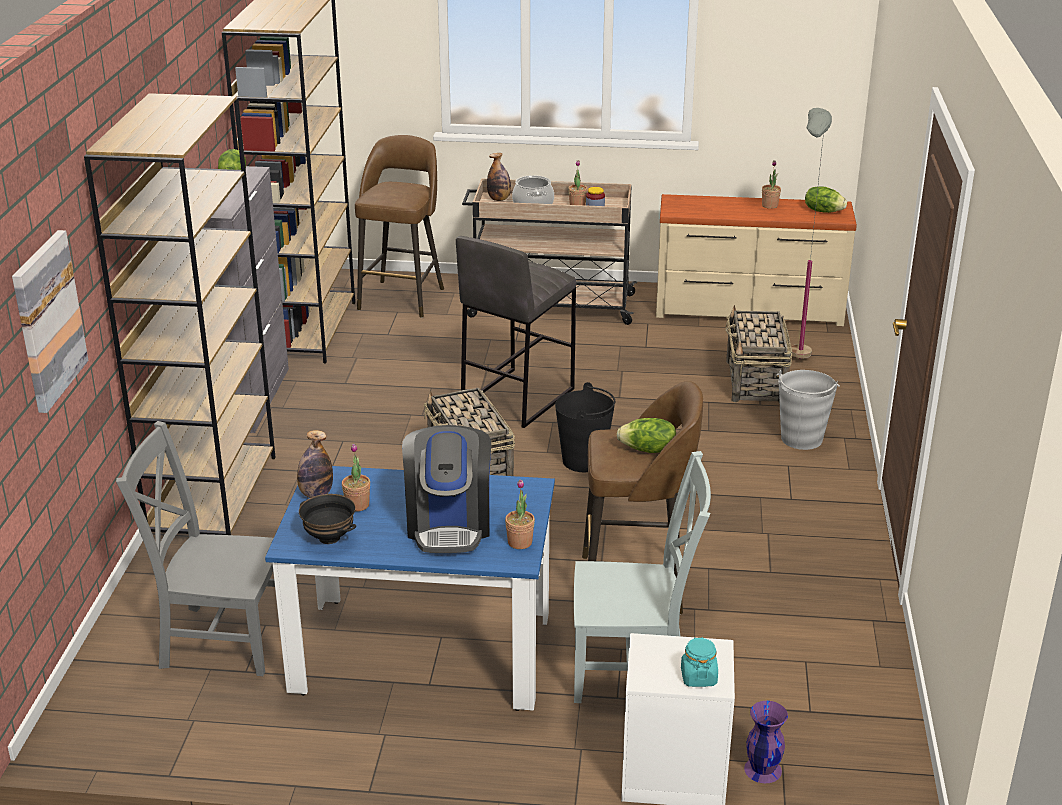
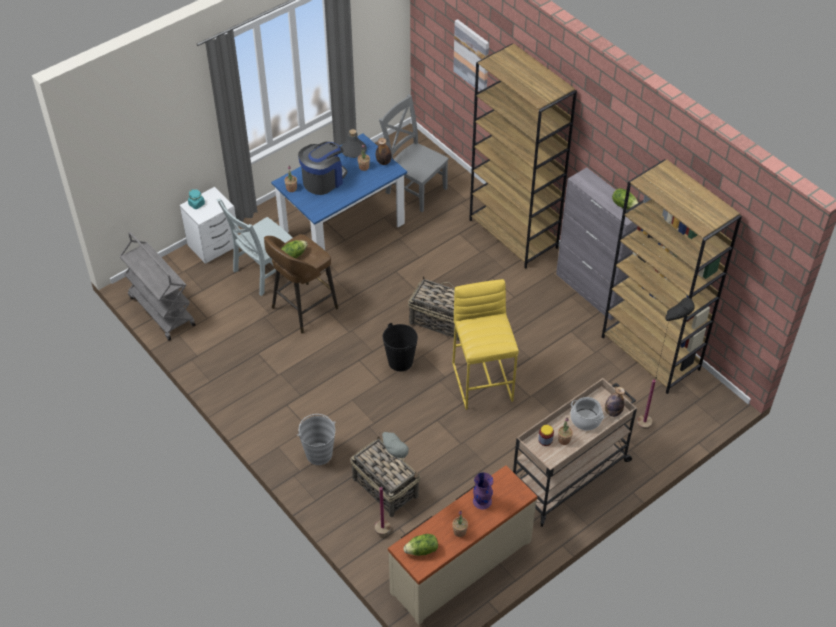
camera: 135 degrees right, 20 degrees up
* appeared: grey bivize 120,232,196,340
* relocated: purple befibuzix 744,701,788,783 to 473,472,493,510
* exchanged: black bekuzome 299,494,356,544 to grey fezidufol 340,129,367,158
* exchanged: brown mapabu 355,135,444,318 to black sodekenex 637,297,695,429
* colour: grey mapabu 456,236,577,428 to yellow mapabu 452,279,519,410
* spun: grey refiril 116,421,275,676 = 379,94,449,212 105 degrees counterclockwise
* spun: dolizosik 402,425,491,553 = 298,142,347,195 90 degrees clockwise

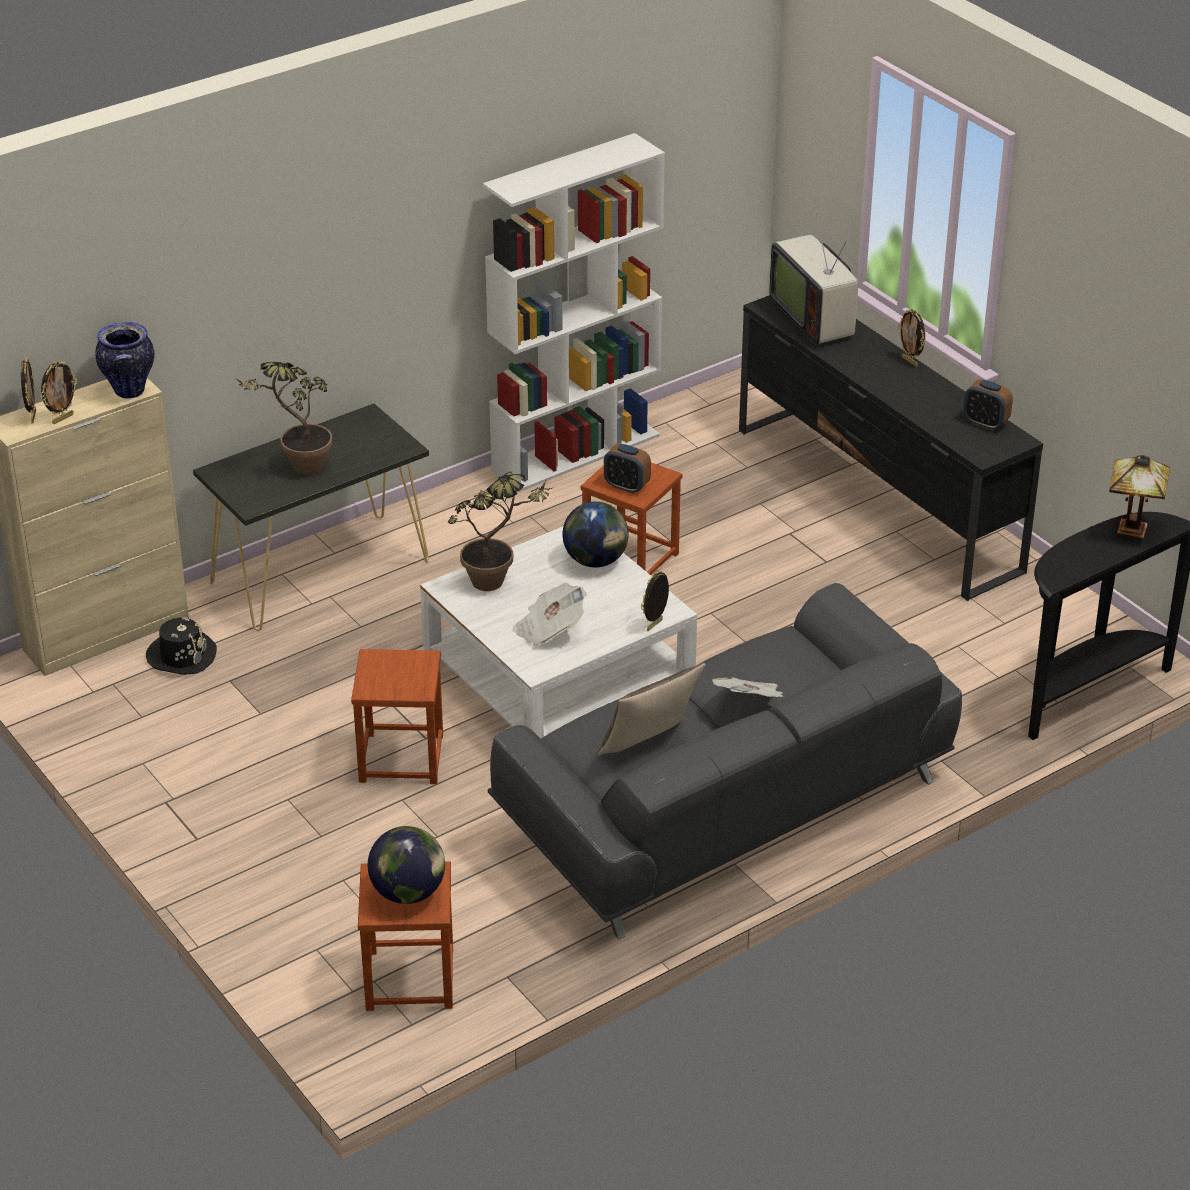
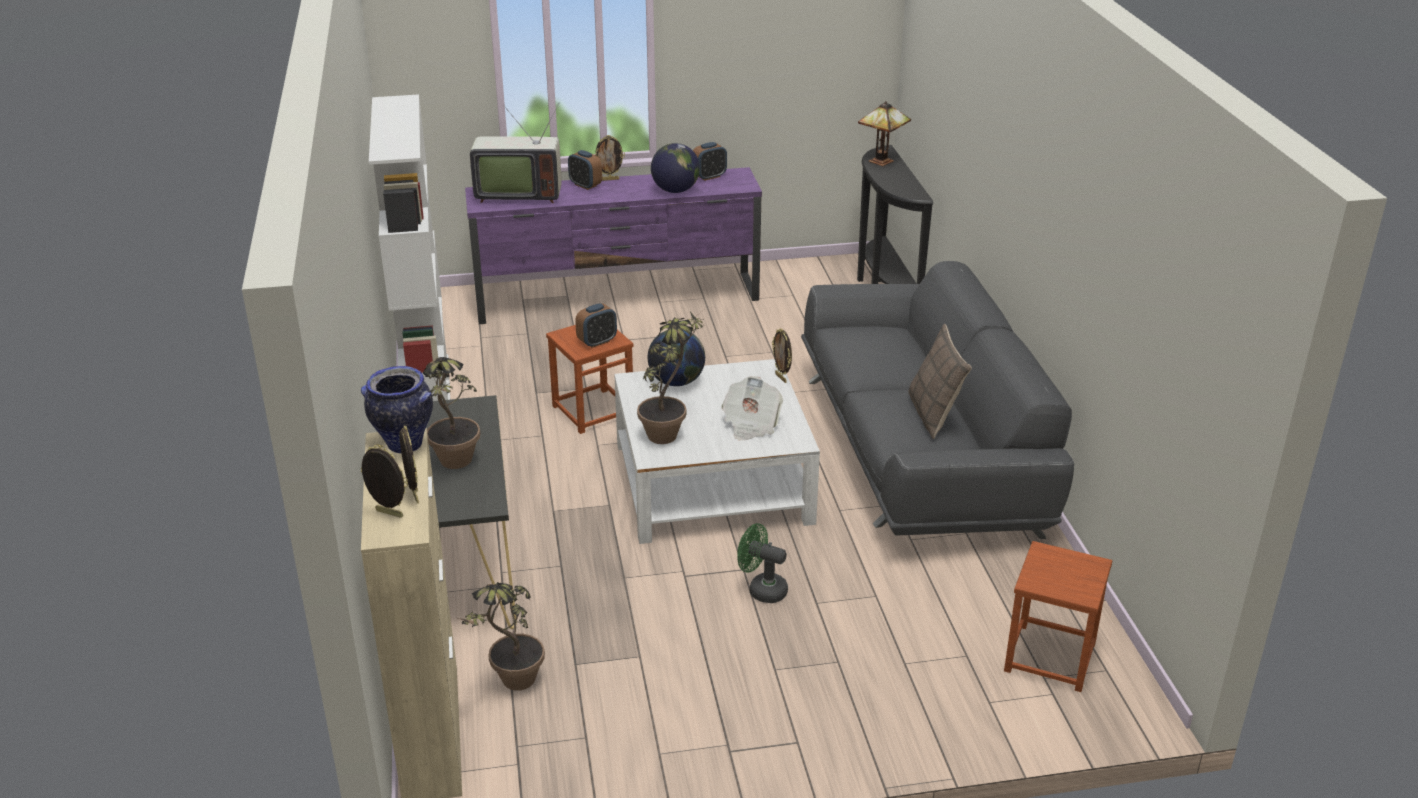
camera: 65 degrees left, 5 degrees down
* missing: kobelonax 712,677,784,697
* appeared: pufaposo 568,150,602,190
* relocated: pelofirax 368,826,445,904 to 651,143,700,193
* exchanged: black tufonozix 146,617,217,675 to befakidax 458,582,545,691
* exchanged: brown mapabu 351,649,443,784 to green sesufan 737,523,788,603
* colour: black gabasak 739,295,1043,601 to purple gabasak 465,167,762,324

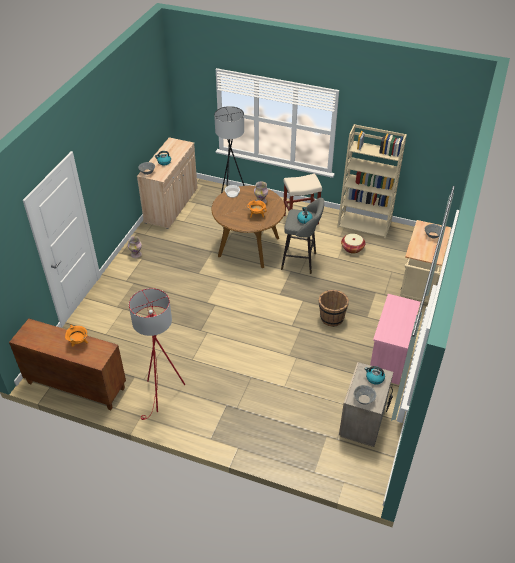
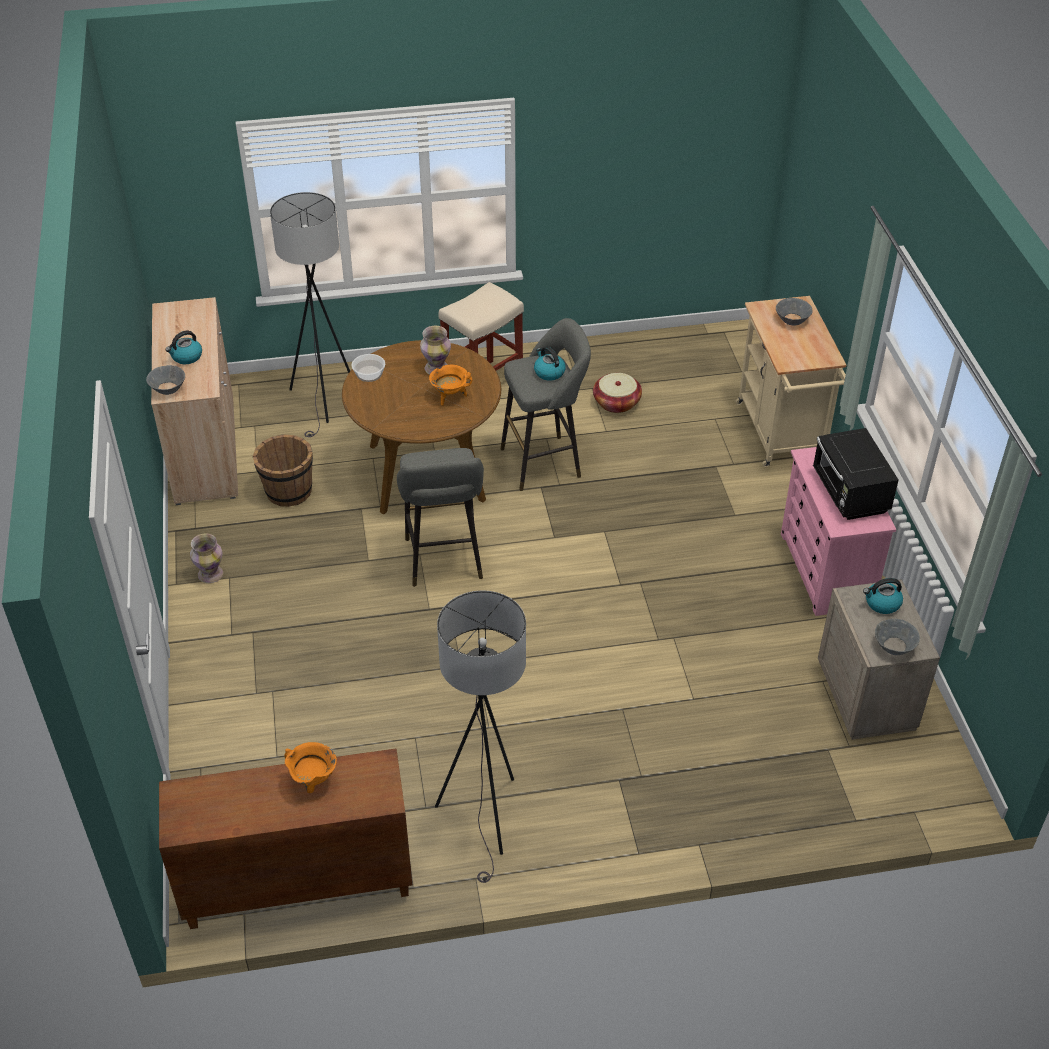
camera: 30 degrees left, 0 degrees up
* missing: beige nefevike 337,124,407,238
* appeared: grey mapabu 397,448,484,587
* appeared: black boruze 813,428,898,520
* relocated: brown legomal 319,290,349,327 to 253,434,313,507
* colour: red sodekenex 129,288,186,420 to grey sodekenex 435,591,526,883

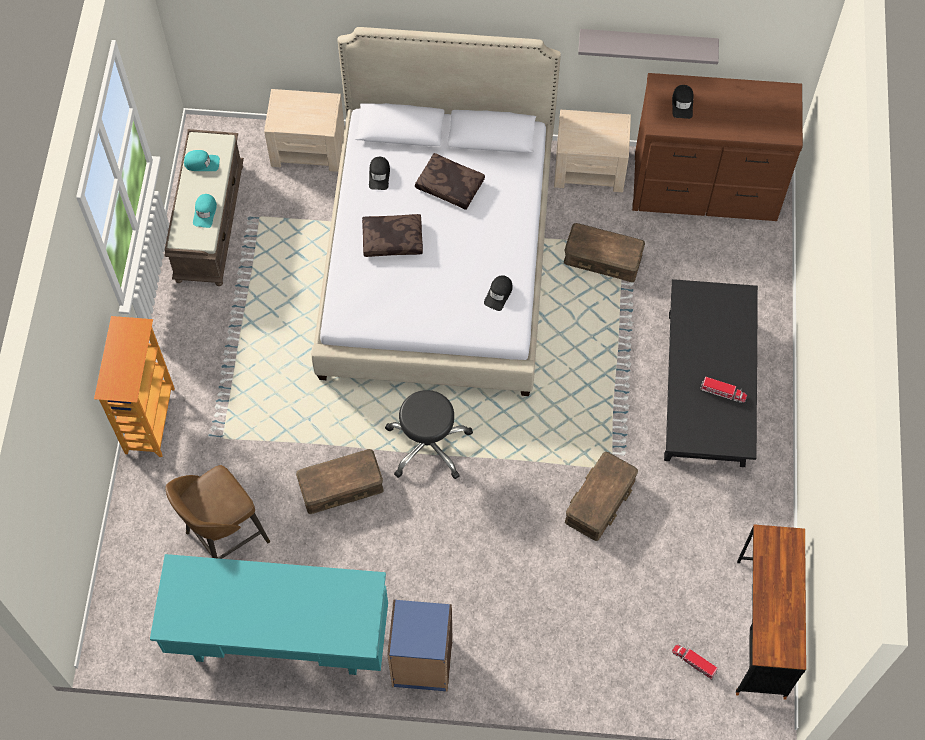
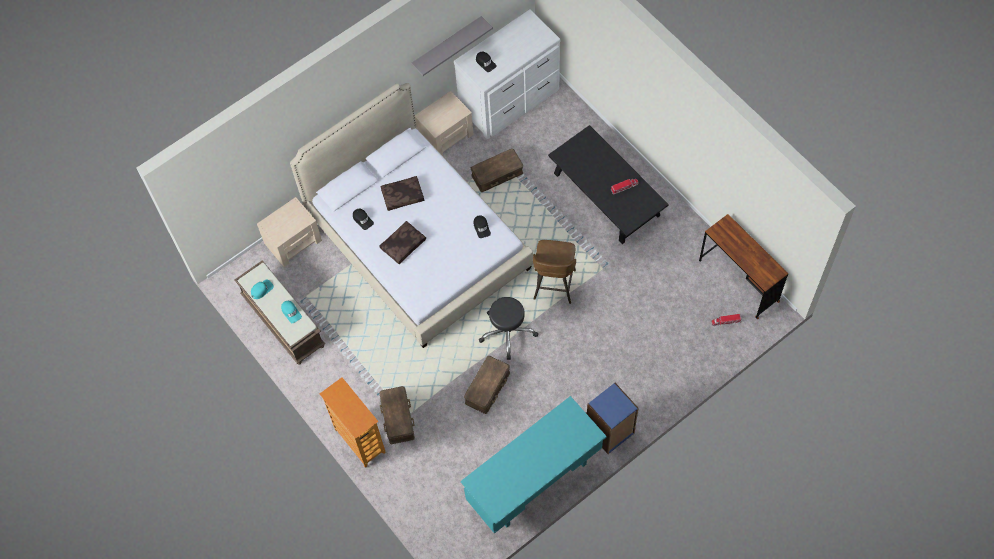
camera: 40 degrees left, 0 degrees up
* relocated: brown mapabu 165,465,270,559 to 533,240,576,304
* relocated: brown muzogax 565,452,638,541 to 380,386,415,444
* colour: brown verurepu 632,73,803,221 to white verurepu 454,9,560,140

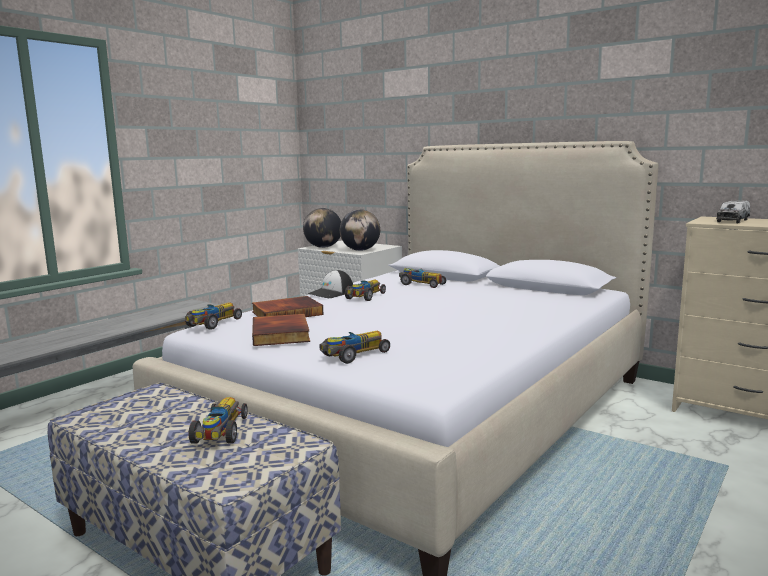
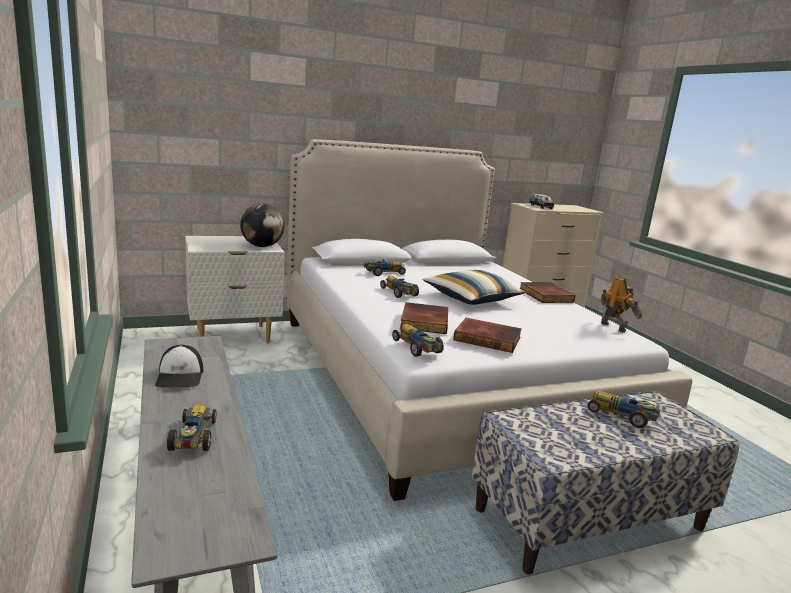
camera: 60 degrees left, 5 degrees up
* missing: pelofirax 303,208,341,248
* appeared: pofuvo 423,270,526,305
* appeared: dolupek 520,282,575,303
* appeared: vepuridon 601,277,642,333
* relocated: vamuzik 308,270,353,298 to 155,345,203,387
* relocated: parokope 319,331,390,364 to 167,403,217,451

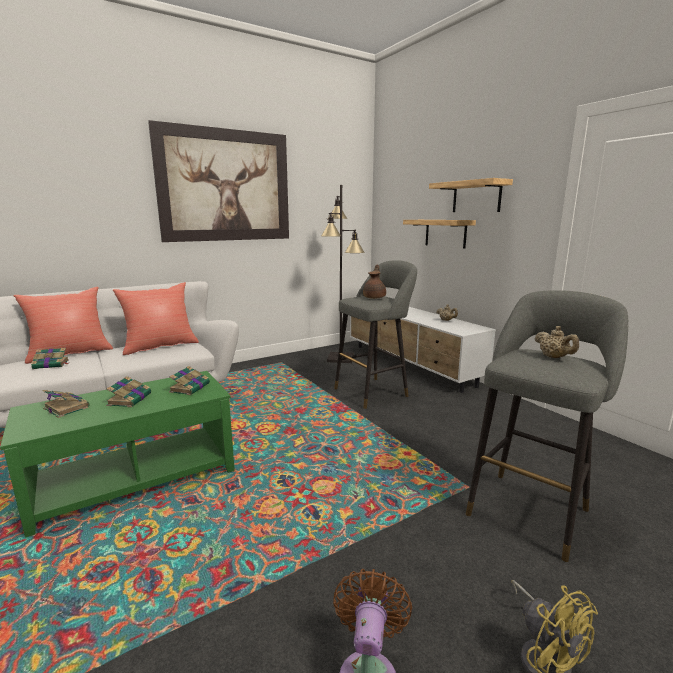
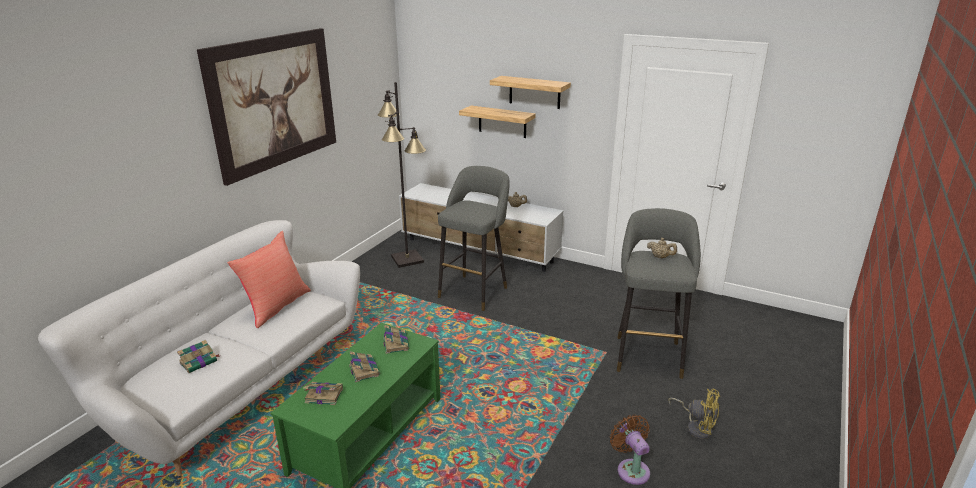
camera: 30 degrees left, 10 degrees up
* missing: red pofuvo 14,287,113,364
* missing: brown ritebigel 363,265,386,299

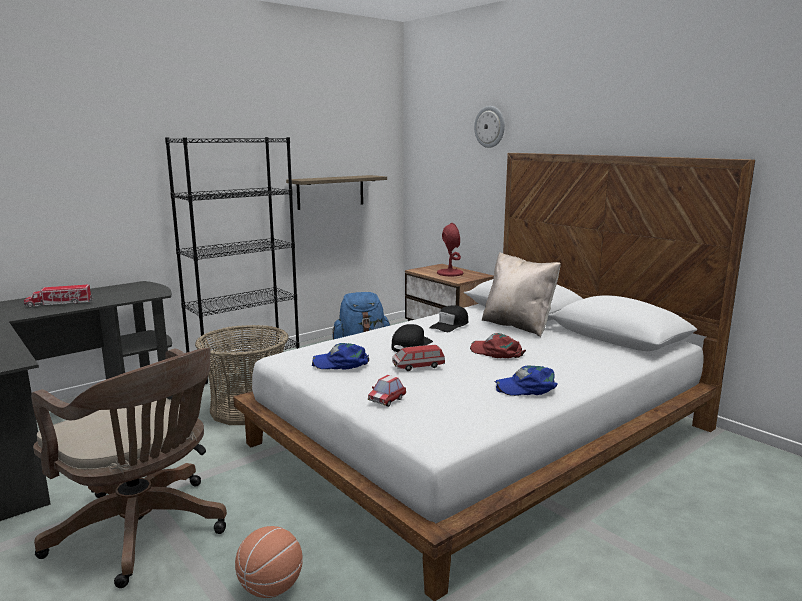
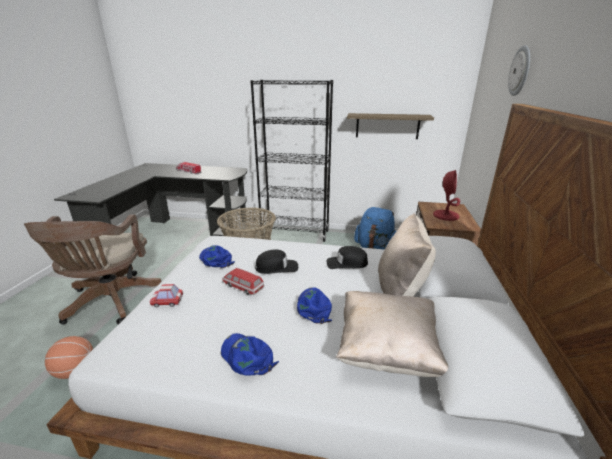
camera: 50 degrees right, 10 degrees up
* appeared: beige pofuvo 336,291,448,377
* colour: red vamuzik 470,333,526,358 to blue vamuzik 297,287,332,324

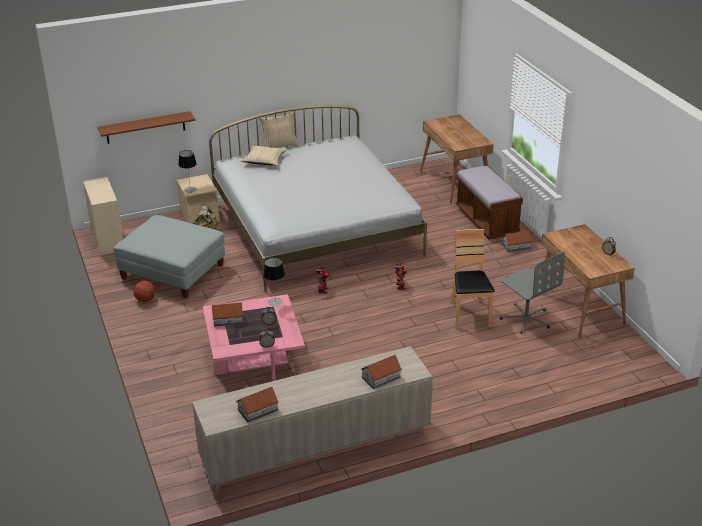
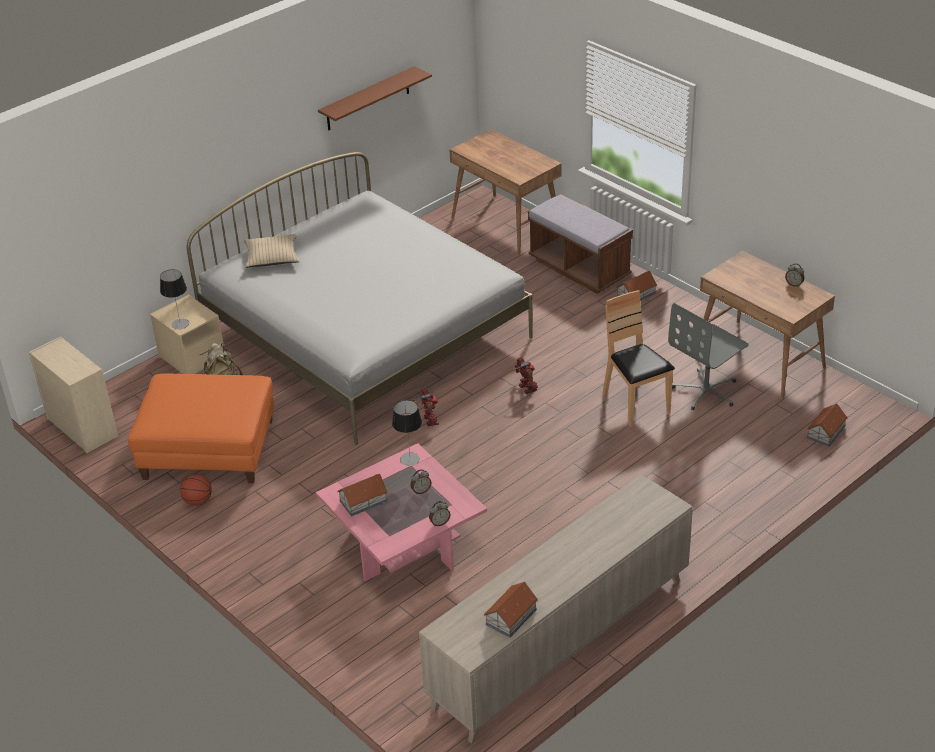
camera: 20 degrees left, 5 degrees up
* missing: beige pofuvo 259,112,299,148
* relocated: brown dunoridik 98,111,196,144 to 318,66,432,130
* relocated: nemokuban 361,355,402,389 to 807,404,848,447
* colour: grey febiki 113,215,225,298 to orange febiki 128,374,274,483
* spun: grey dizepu 500,252,565,334 = 668,303,749,410 105 degrees clockwise

